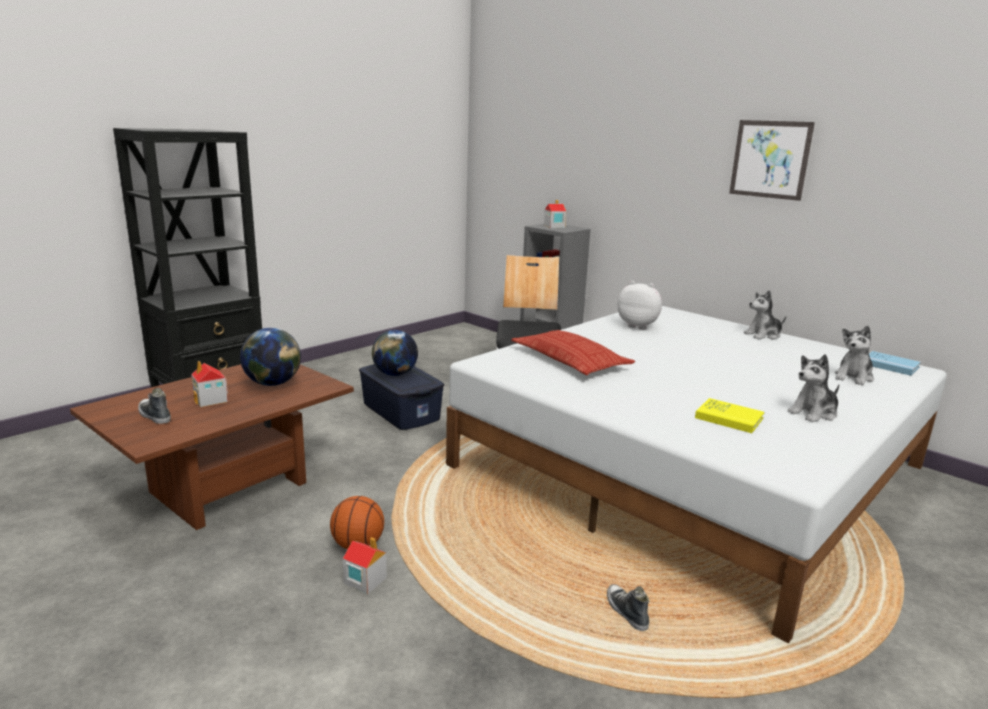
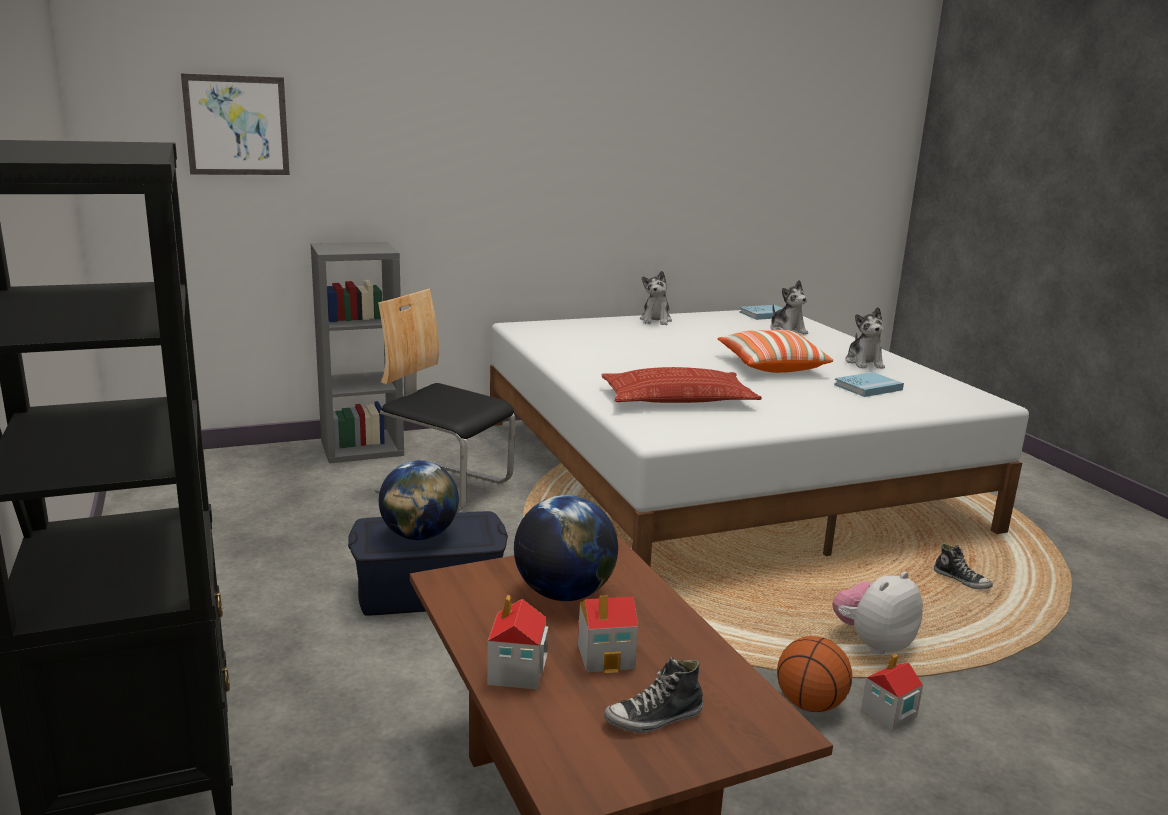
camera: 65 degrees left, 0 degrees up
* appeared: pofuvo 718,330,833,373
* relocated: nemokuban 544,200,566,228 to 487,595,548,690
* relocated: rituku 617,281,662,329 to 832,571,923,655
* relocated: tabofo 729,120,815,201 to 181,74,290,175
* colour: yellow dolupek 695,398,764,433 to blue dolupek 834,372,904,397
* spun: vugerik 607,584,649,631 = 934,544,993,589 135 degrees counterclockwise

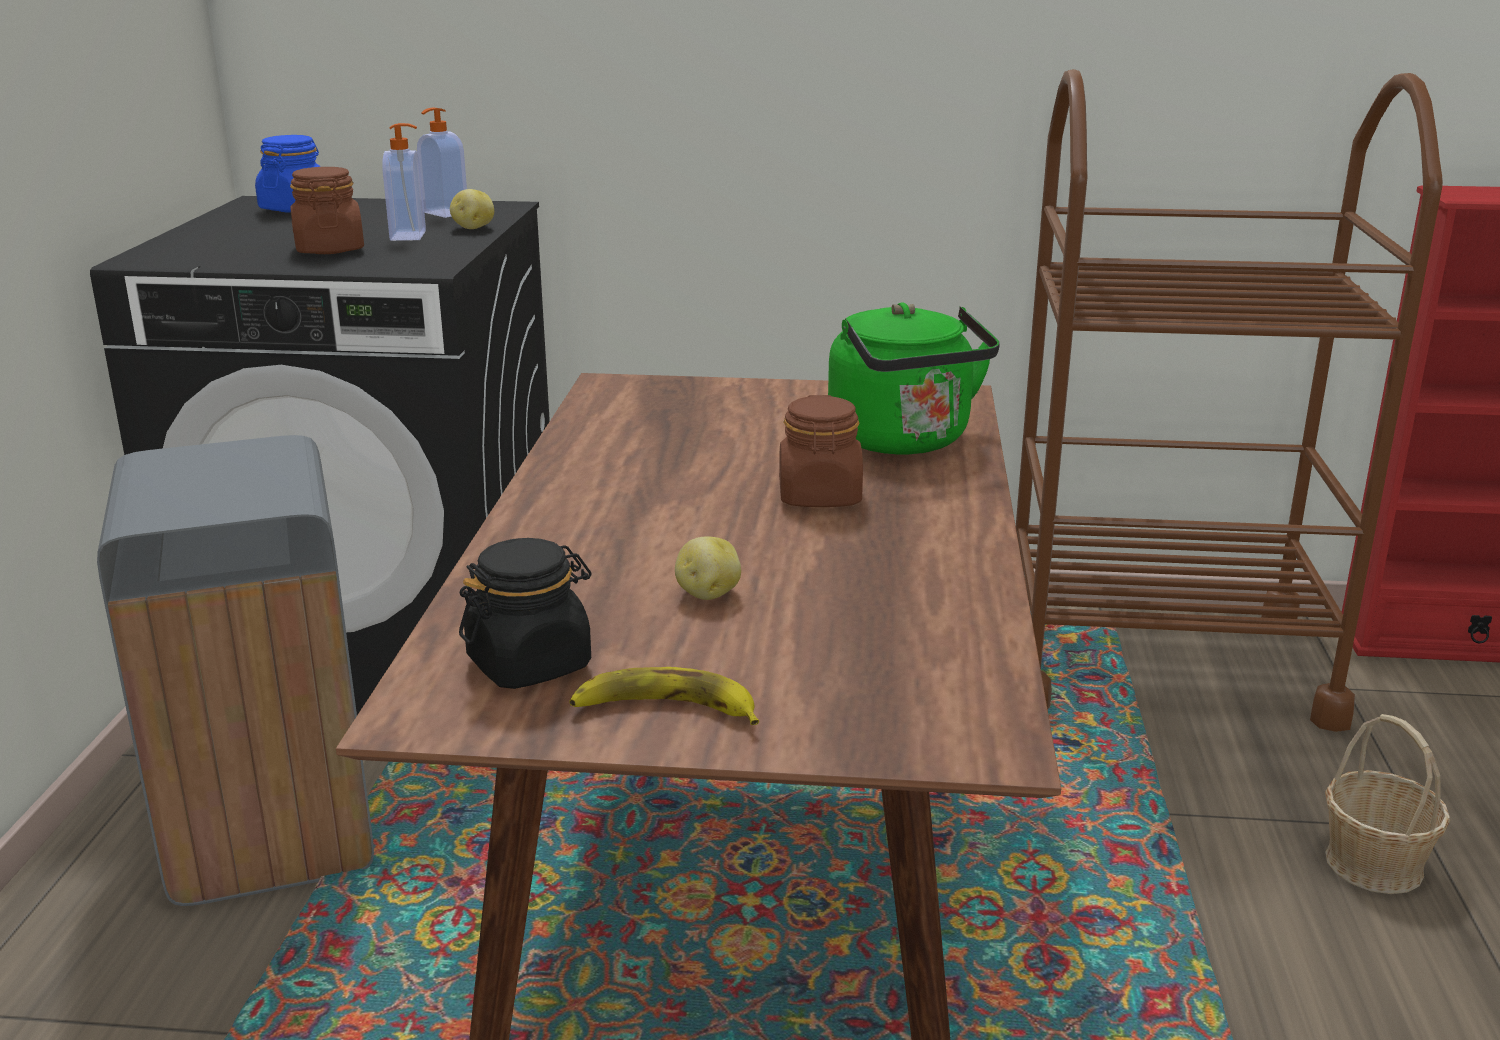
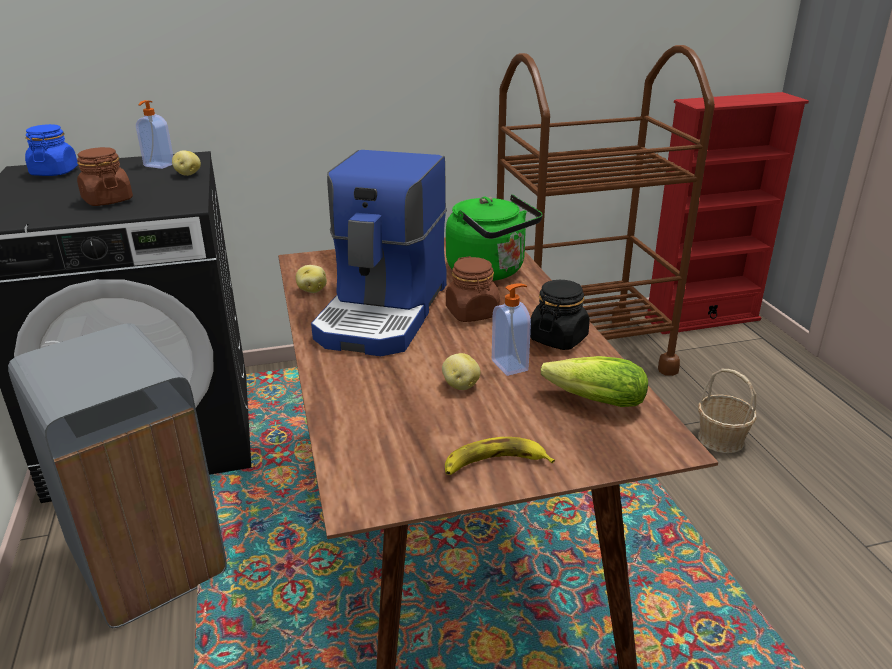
camera: 20 degrees left, 5 degrees up
* appeared: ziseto 296,265,327,293
* appeared: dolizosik 311,150,447,356
* appeared: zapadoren 541,356,648,407
* relocated: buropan 382,123,426,241 to 492,283,531,376
* relocated: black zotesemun 459,538,592,689 to 530,280,590,350

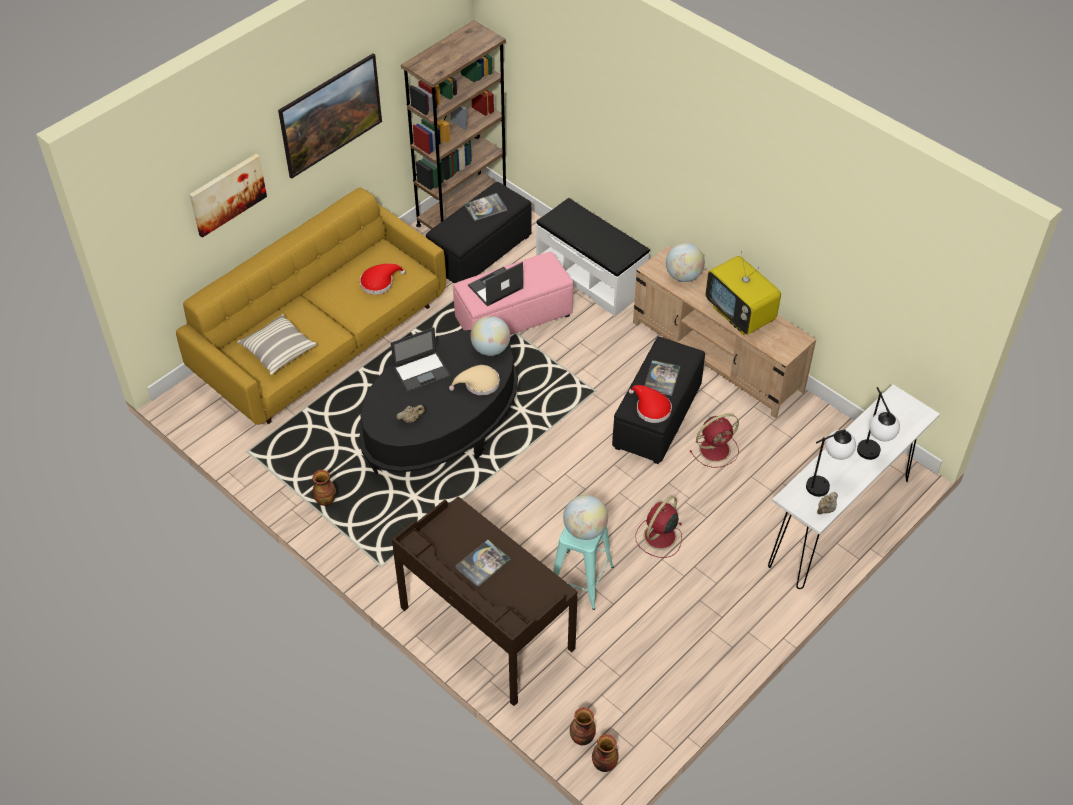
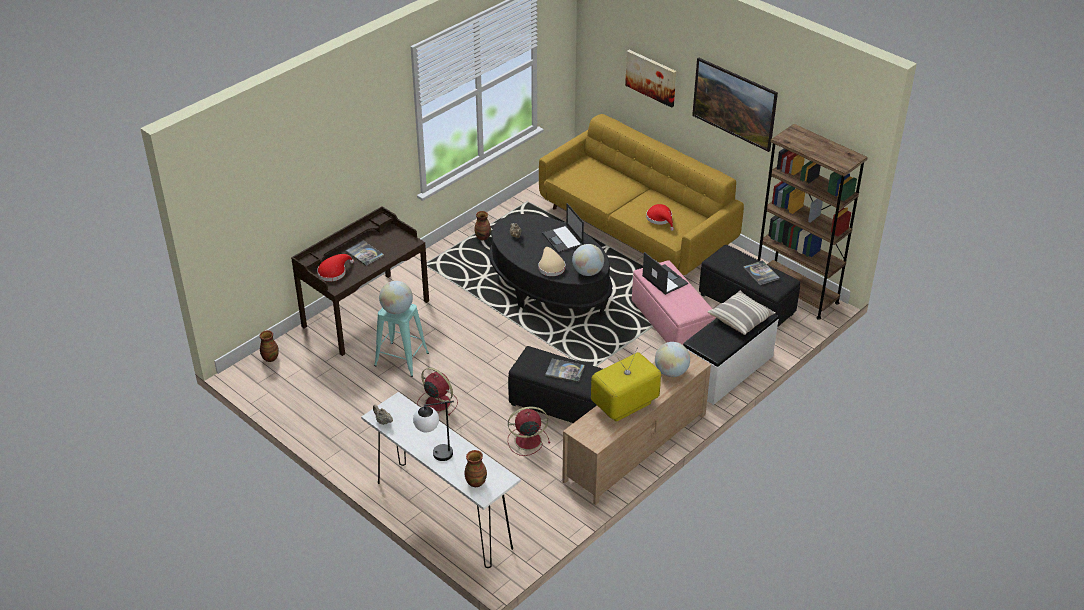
camera: 90 degrees right, 10 degrees down
* missing: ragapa 806,429,856,497
* relocated: pofuvo 237,314,317,375 to 708,291,775,335
* relocated: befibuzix 592,734,619,772 to 465,450,487,487
* relocated: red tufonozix 629,385,672,423 to 317,254,354,282
* spun: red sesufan 689,414,739,468 = 508,407,550,456 105 degrees clockwise

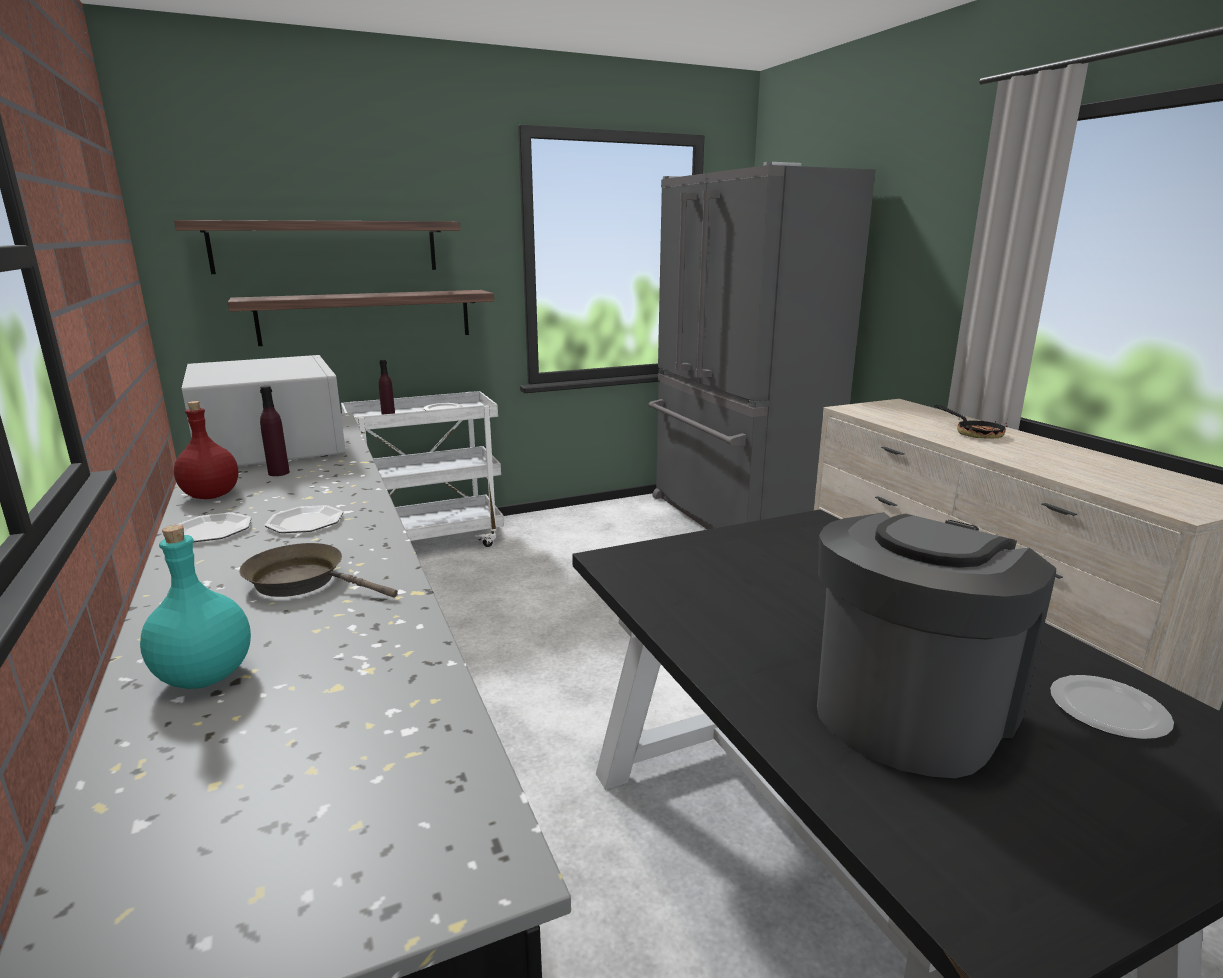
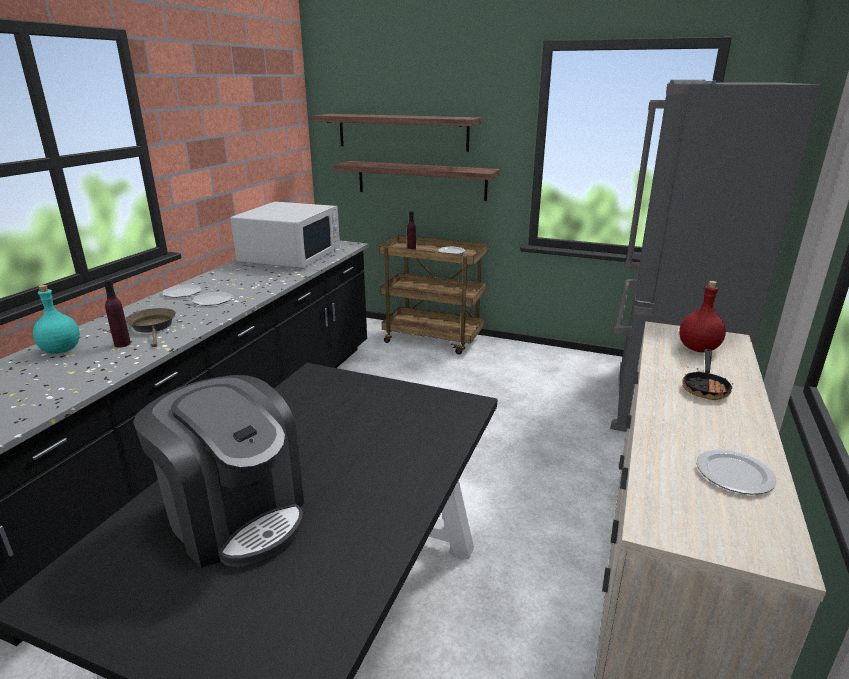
camera: 45 degrees right, 5 degrees up
* relocated: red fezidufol 174,401,239,499 to 679,281,726,352
* relocated: purple fezidufol 260,386,290,476 to 103,280,131,348
* relocated: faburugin 1050,675,1174,740 to 697,449,777,495
* colour: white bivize 341,391,504,547 to brown bivize 379,235,488,355
* spun: dolizosik 817,512,1056,778 = 133,375,304,568 45 degrees clockwise

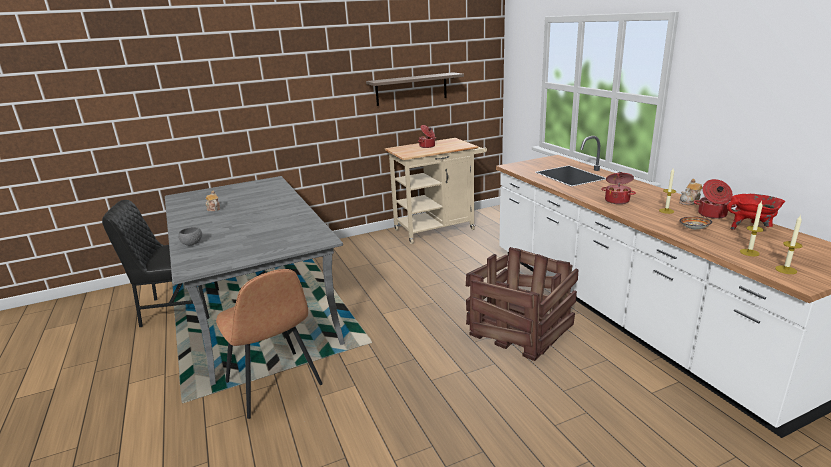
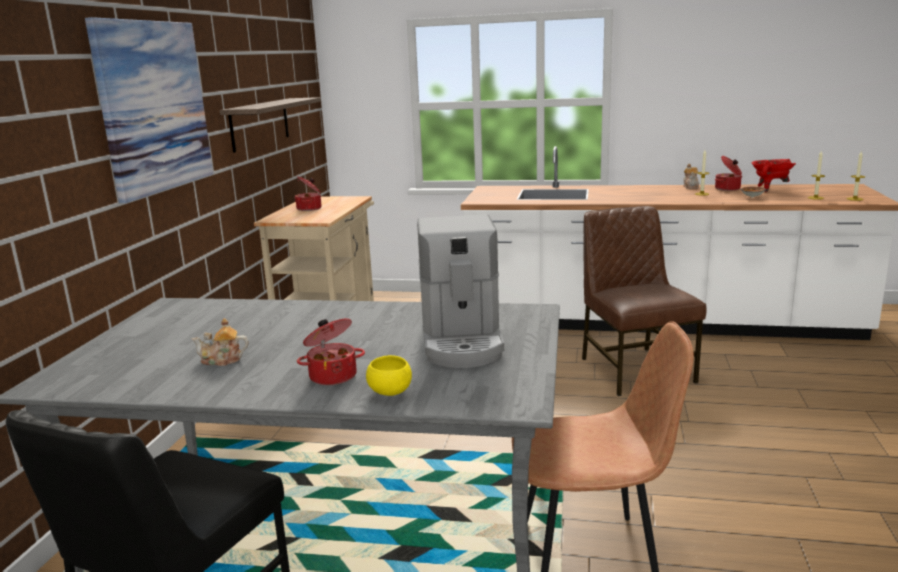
camera: 55 degrees left, 5 degrees down
* appeared: tabofo 85,17,213,203
* appeared: dolizosik 417,215,504,368
* relocated: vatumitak 601,172,636,204 to 297,318,365,386
* exchanged: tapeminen 466,247,579,361 to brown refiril 582,206,706,396
* colour: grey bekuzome 178,227,202,246 to yellow bekuzome 366,355,412,396

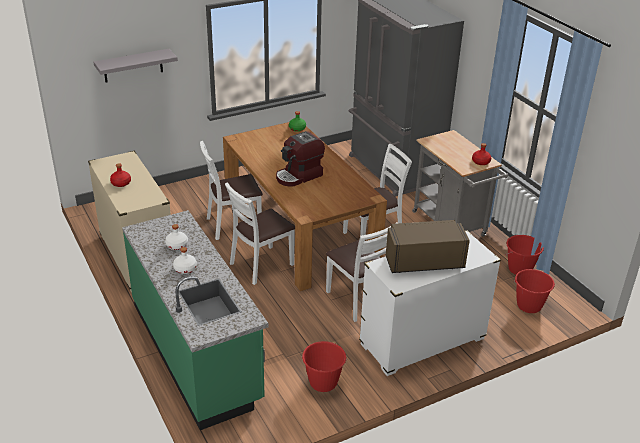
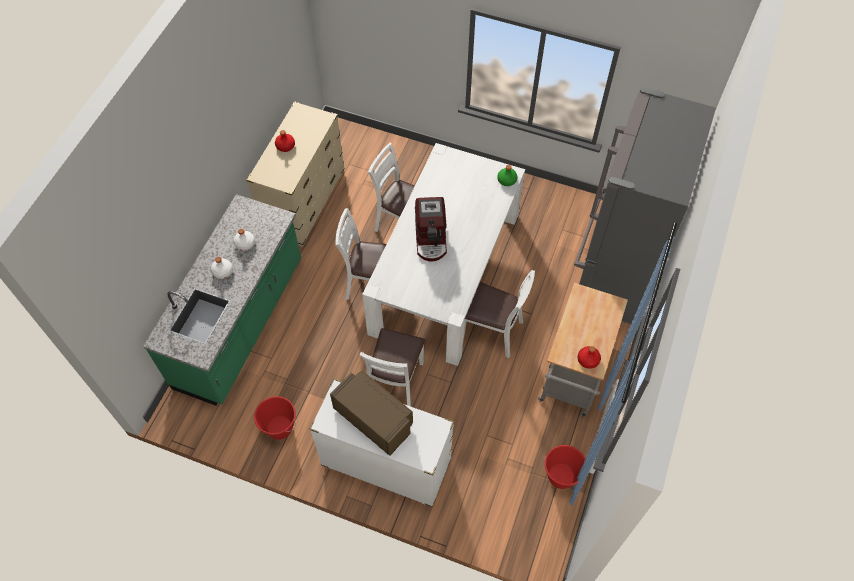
camera: 50 degrees right, 25 degrees up
* missing: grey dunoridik 94,49,178,83
* missing: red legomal 513,269,555,313
* colour: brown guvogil 223,122,387,291 to white guvogil 362,143,525,366
* spun: dolizosik 276,131,325,187 = 415,197,447,262 105 degrees counterclockwise

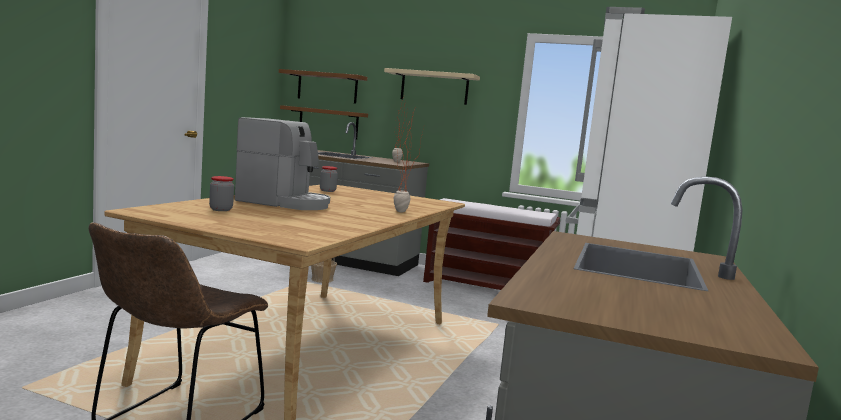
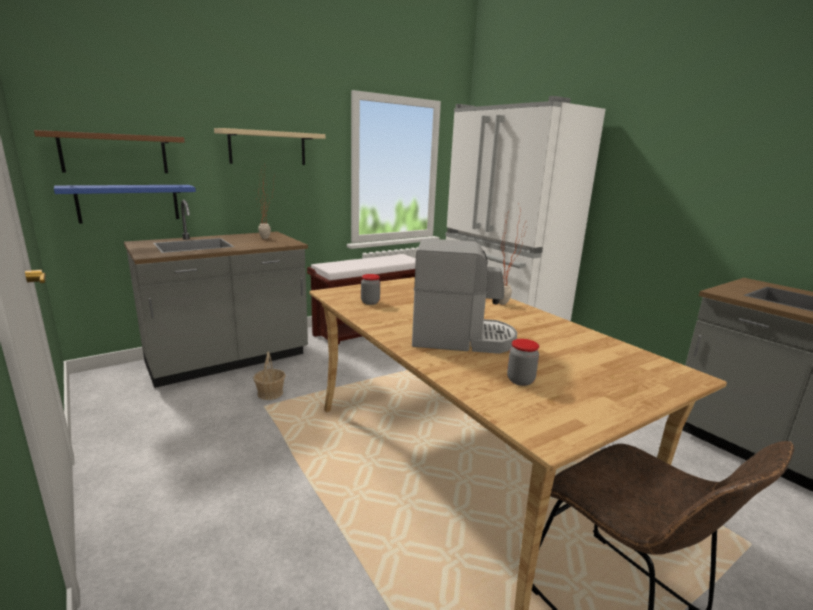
camera: 55 degrees left, 10 degrees up
* colour: brown dunoridik 280,105,368,140 to blue dunoridik 54,185,196,224
* spun: dolizosik 235,117,330,210 = 412,238,517,354 45 degrees clockwise

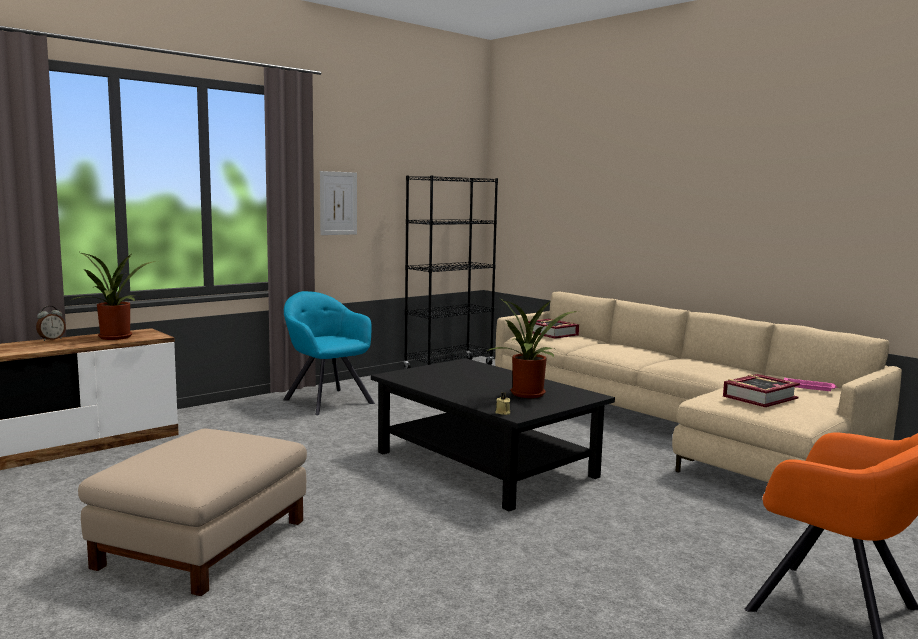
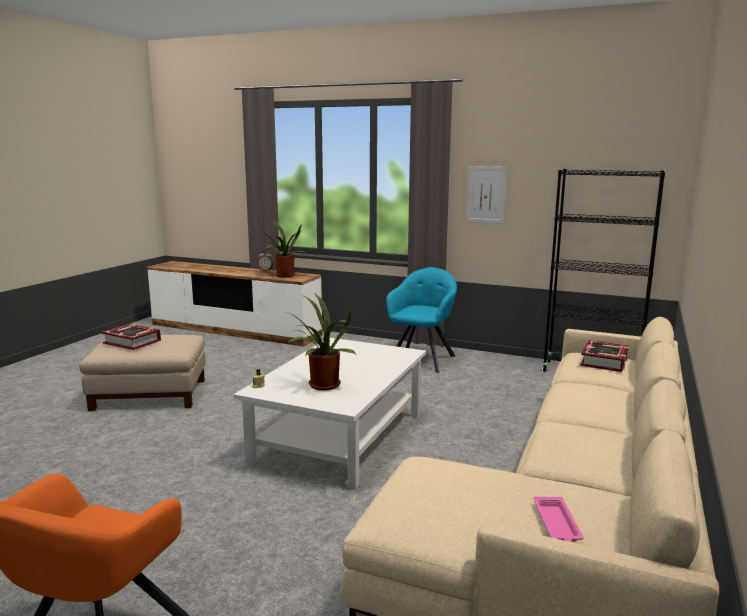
camera: 65 degrees right, 5 degrees up
* relocated: dolupek 723,374,800,407 to 101,324,161,350
* colour: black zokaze 371,358,615,511 to white zokaze 234,338,426,490

